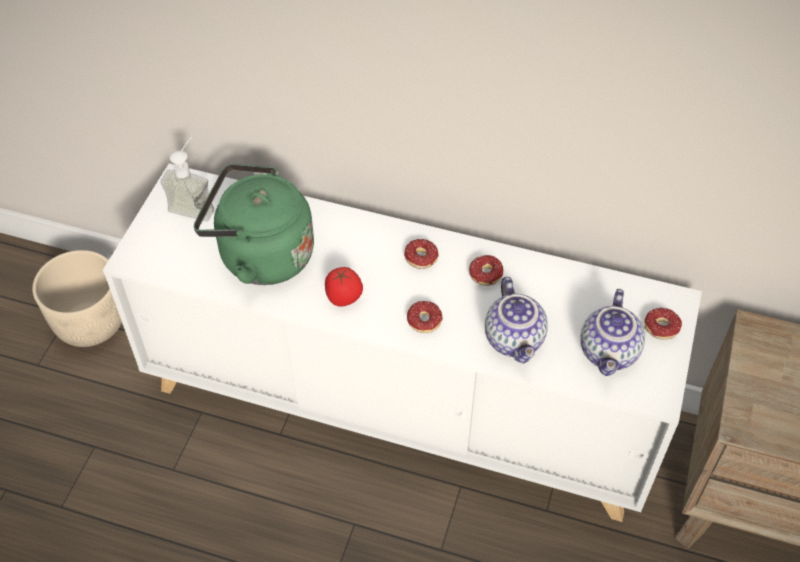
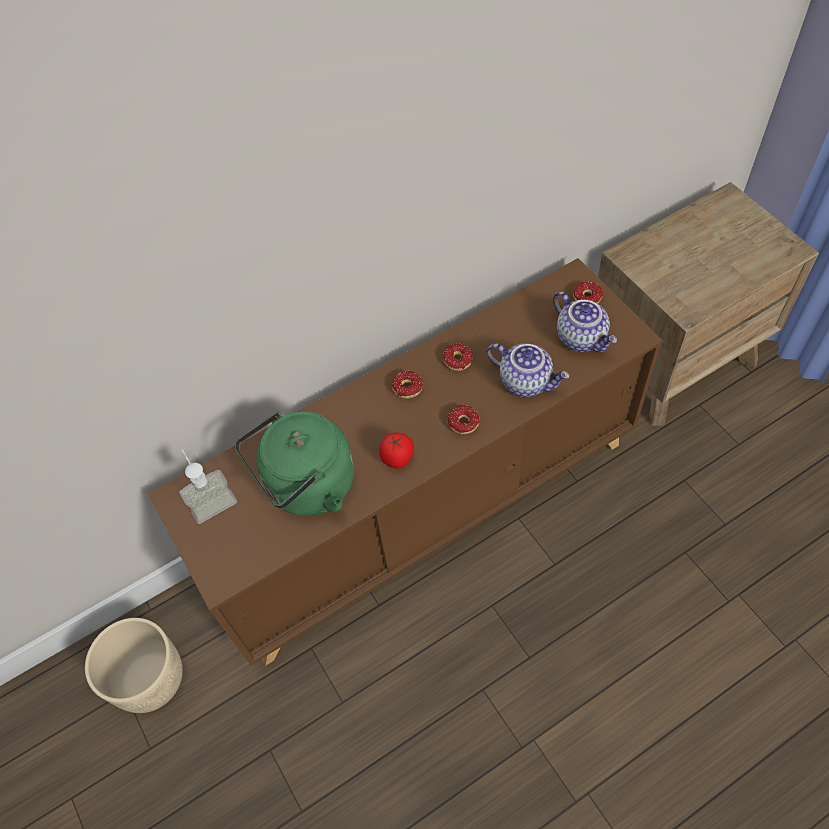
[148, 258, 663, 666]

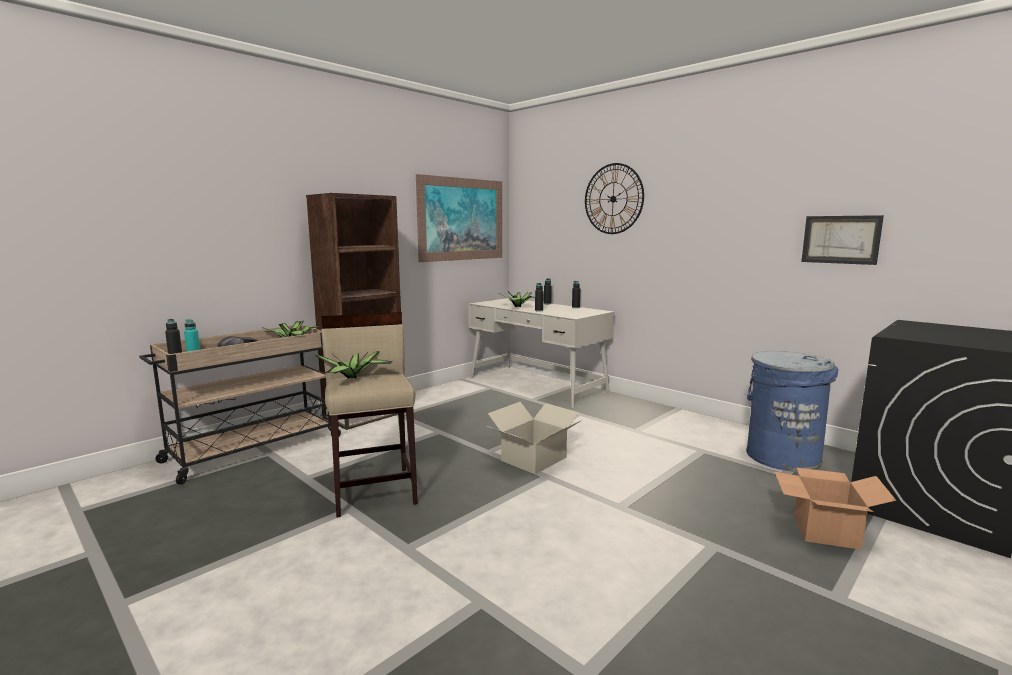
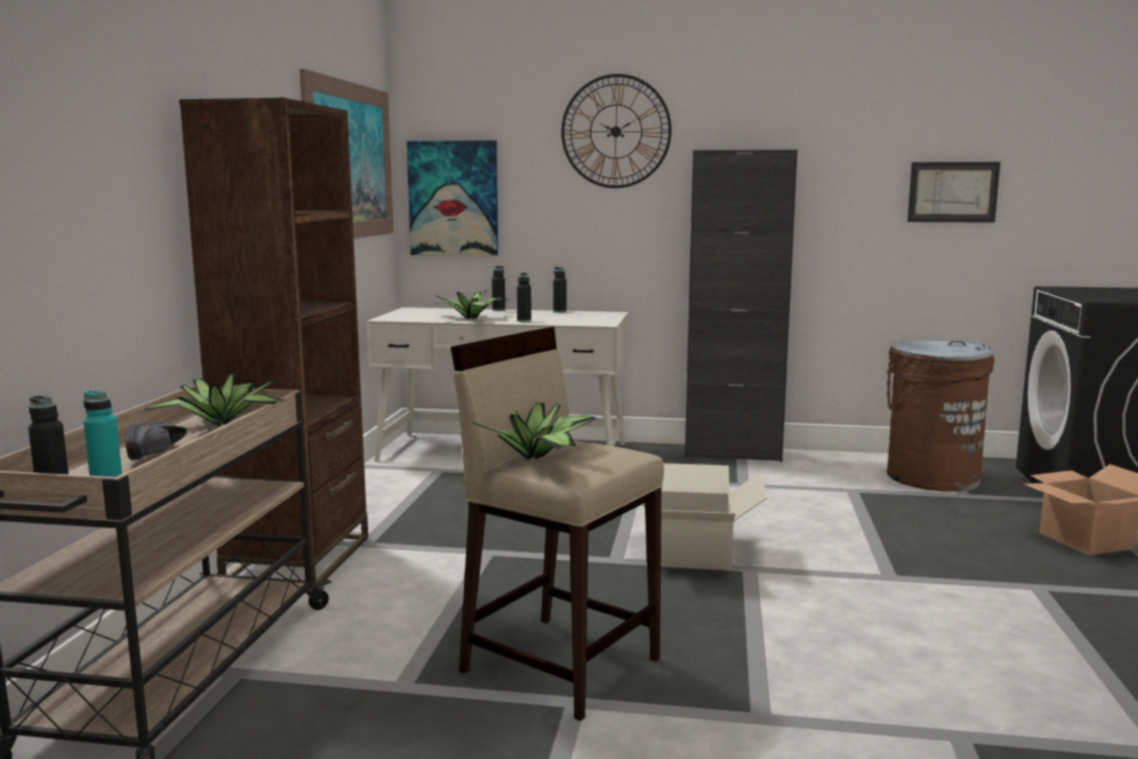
[407, 140, 498, 256]
[685, 149, 798, 462]
[887, 340, 995, 492]

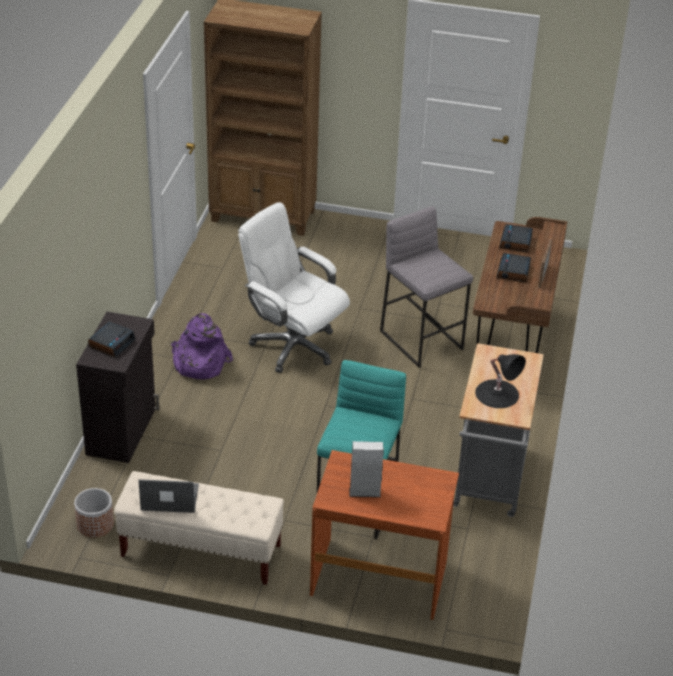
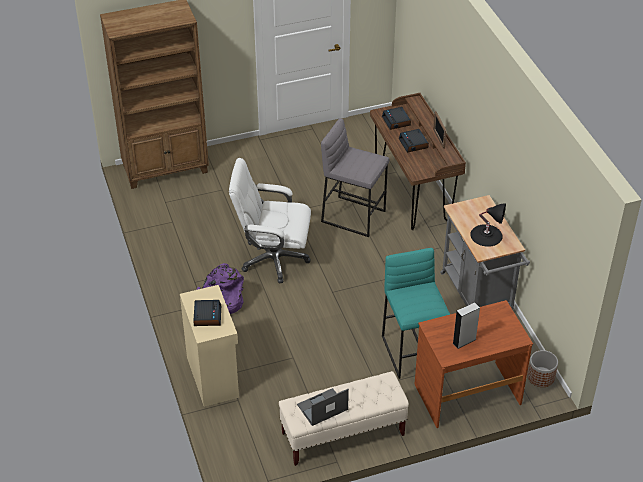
[180, 285, 239, 407]
[527, 350, 558, 387]

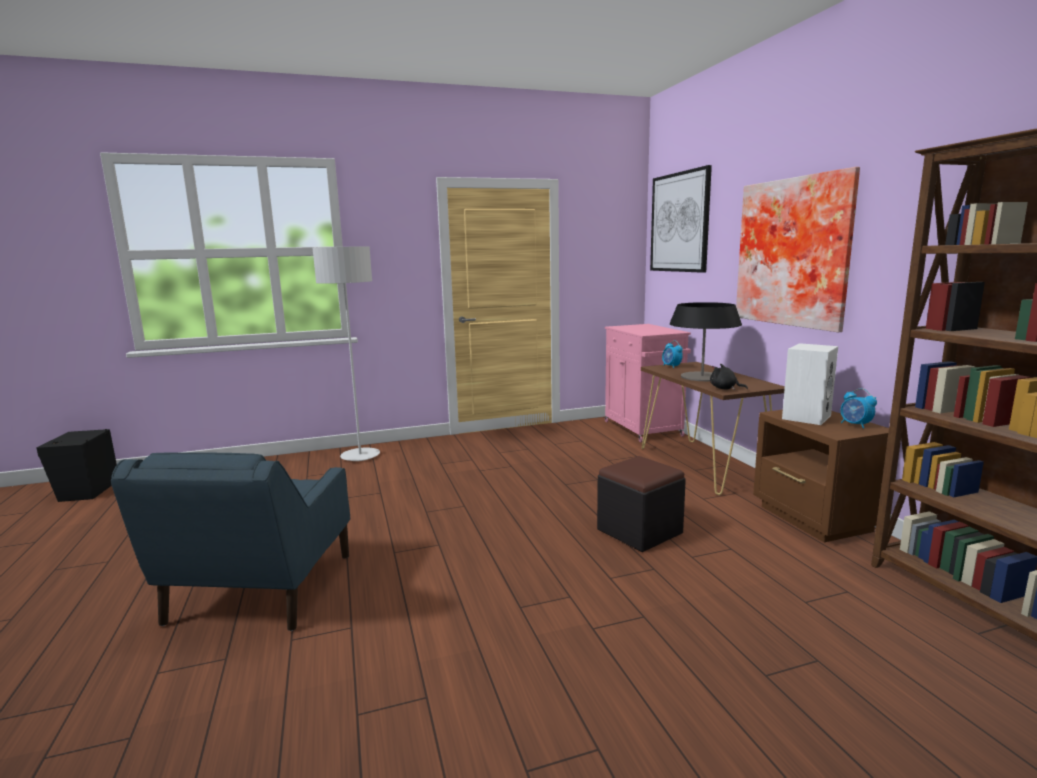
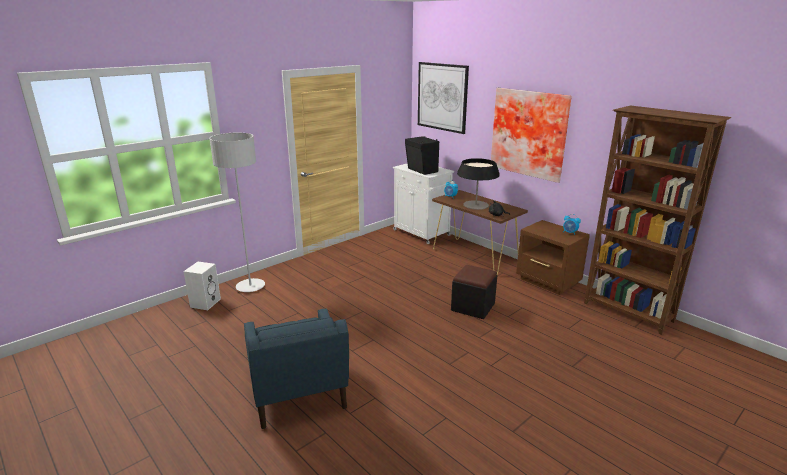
[183, 262, 221, 310]
[393, 163, 455, 244]
[405, 136, 439, 175]

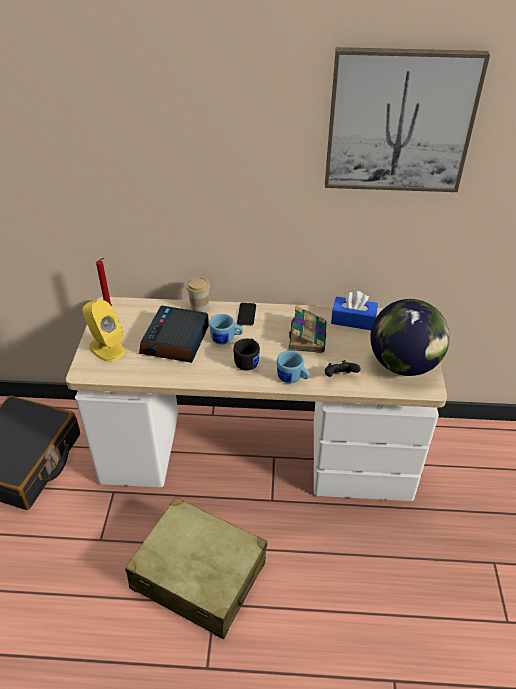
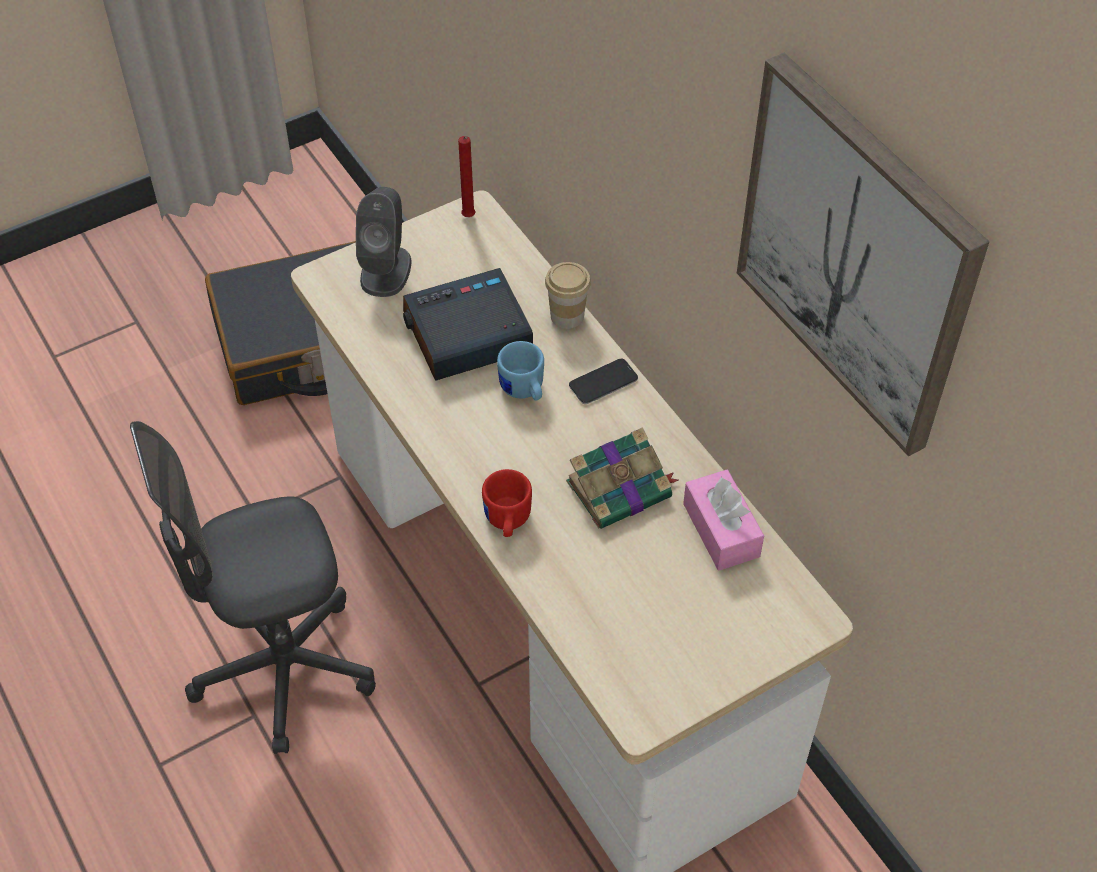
[130, 421, 376, 754]
[356, 187, 411, 297]
[482, 469, 532, 537]
[683, 470, 764, 570]
[233, 339, 260, 371] (first image)
[325, 360, 360, 377] (first image)
[370, 299, 450, 376] (first image)

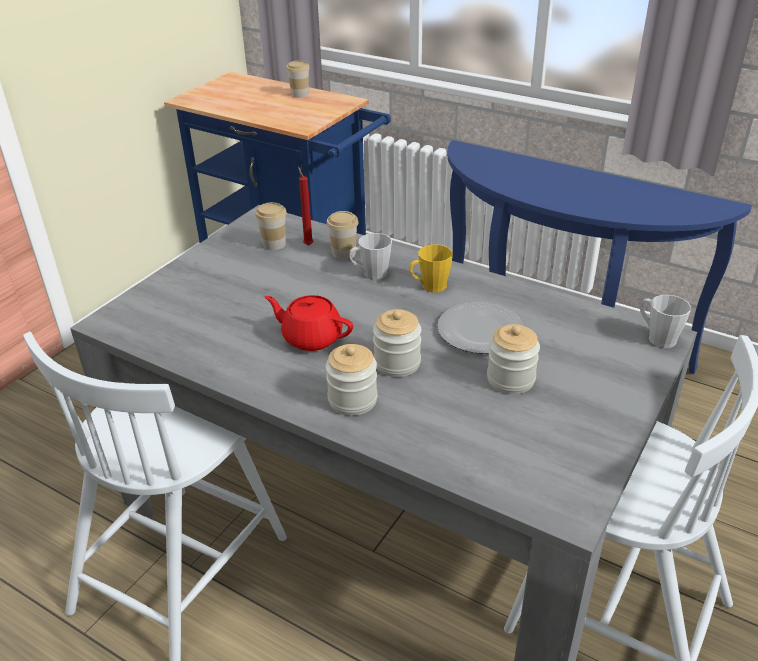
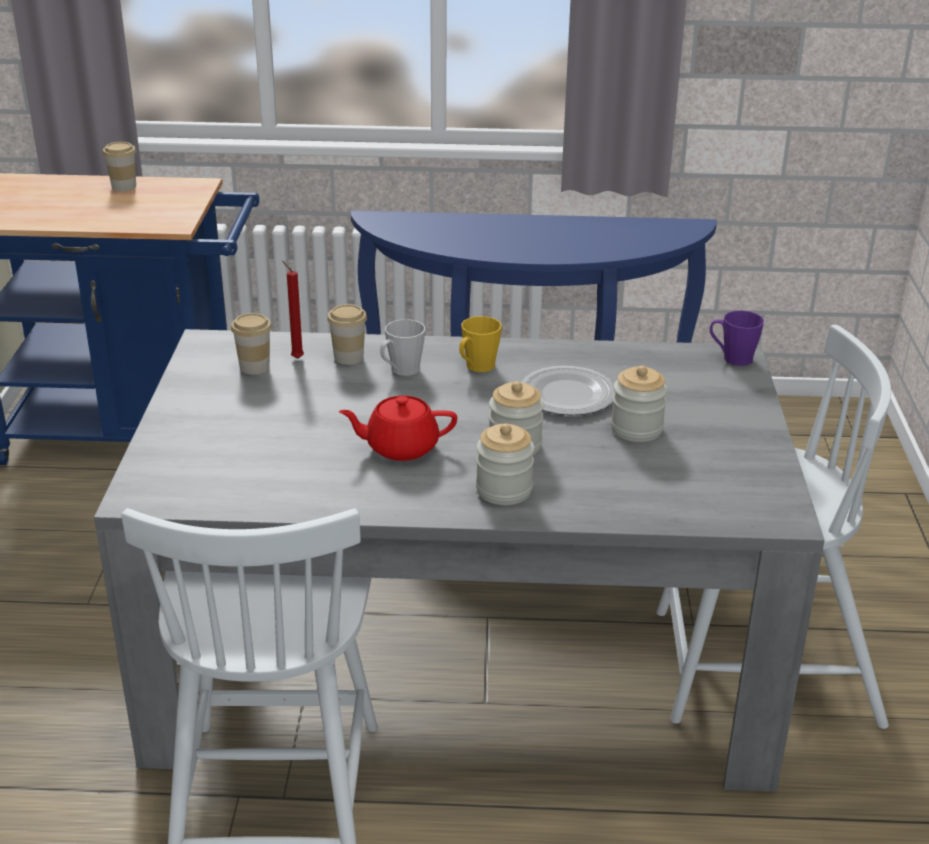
[710, 310, 764, 366]

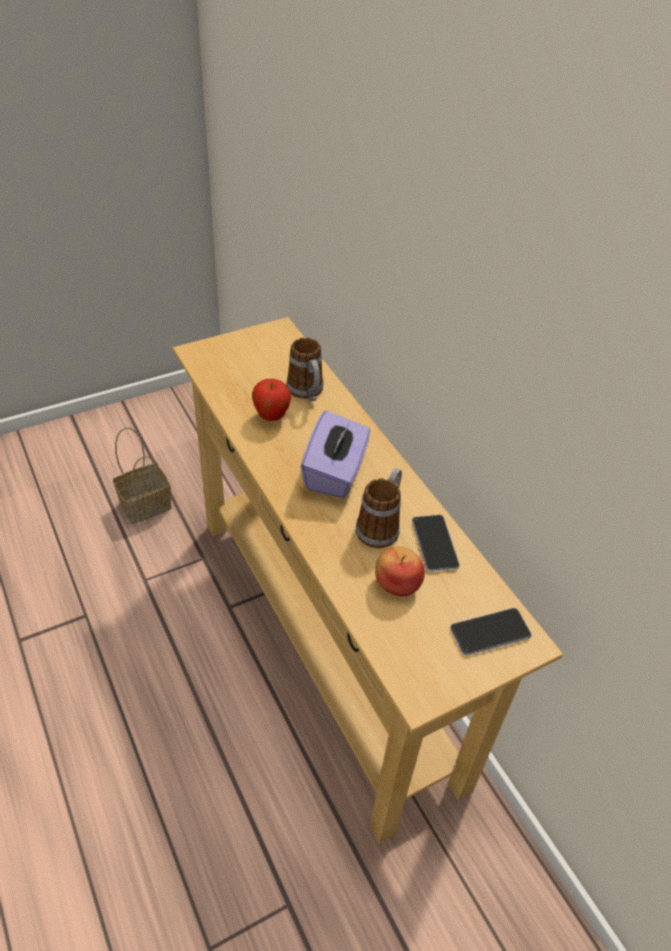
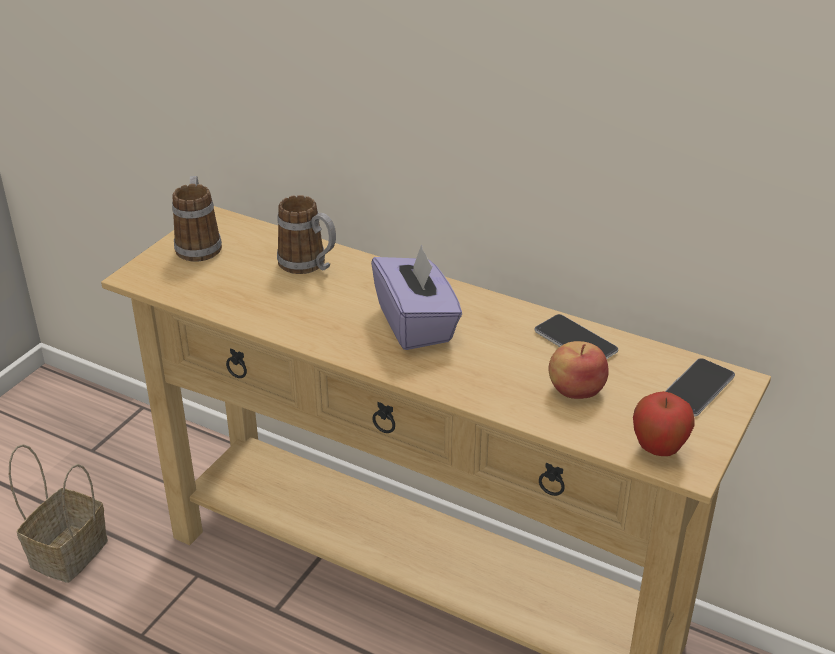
[172, 176, 222, 262]
[633, 391, 695, 456]

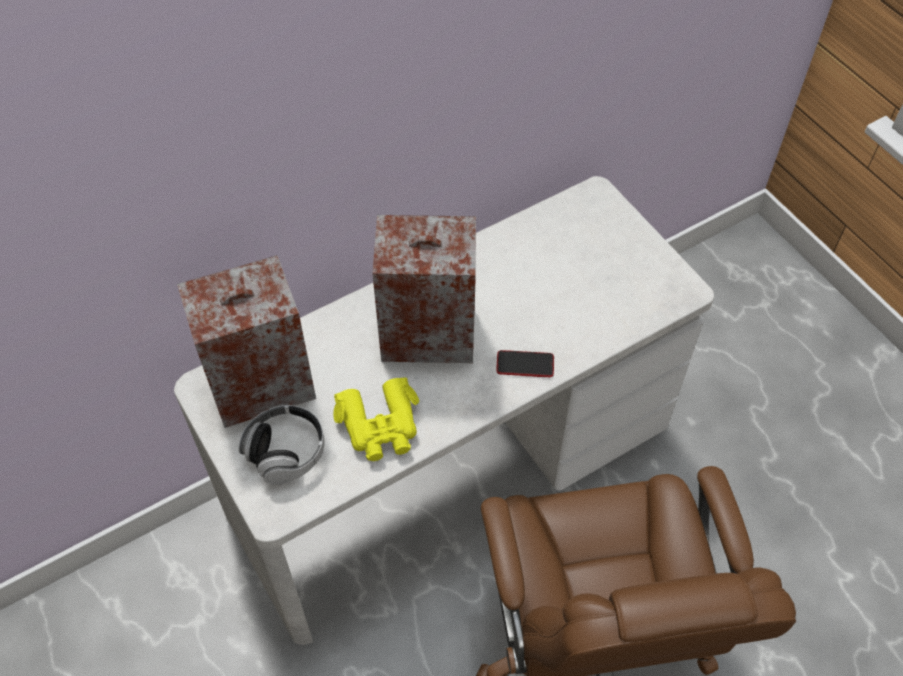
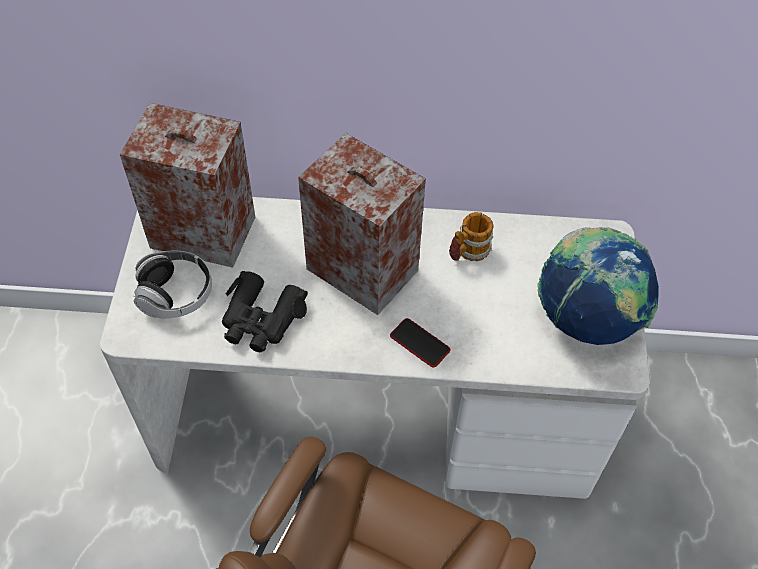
[222, 271, 308, 352]
[449, 212, 493, 261]
[537, 227, 659, 345]

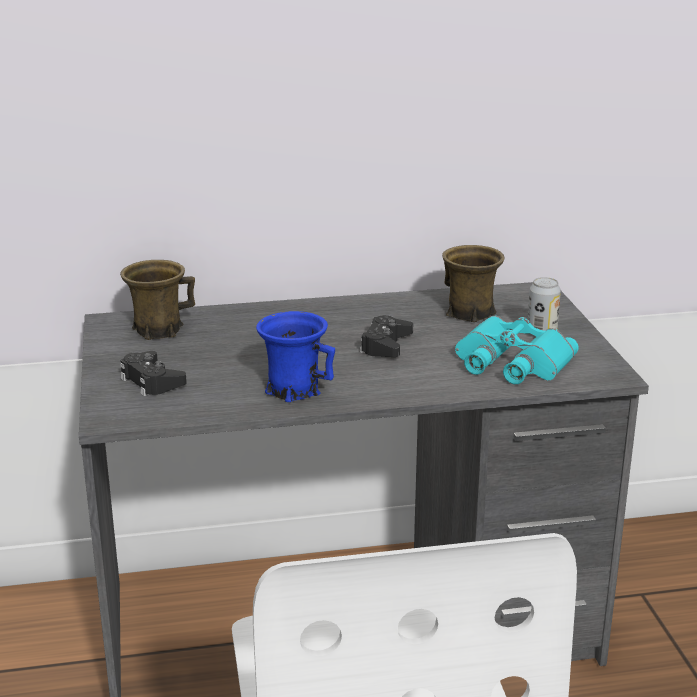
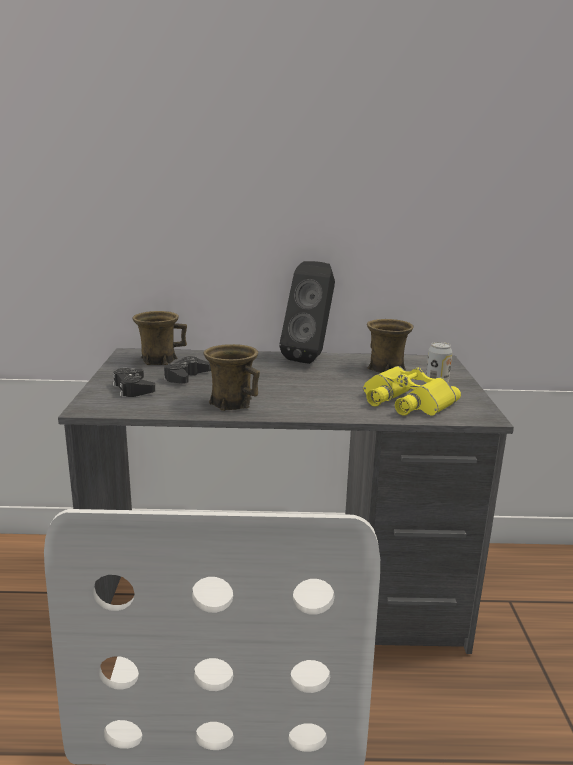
[164, 356, 211, 384]
[204, 344, 260, 411]
[280, 261, 335, 364]
[363, 366, 461, 416]

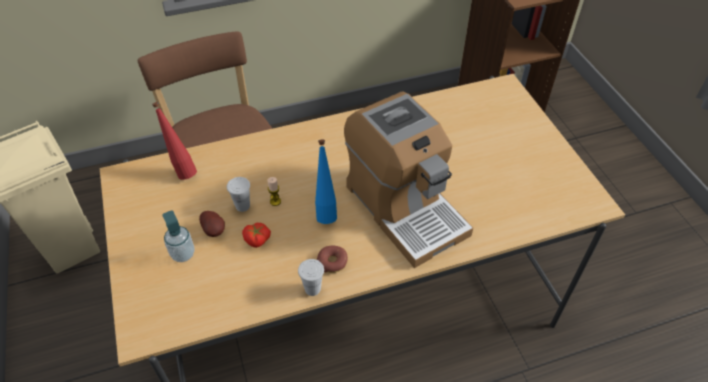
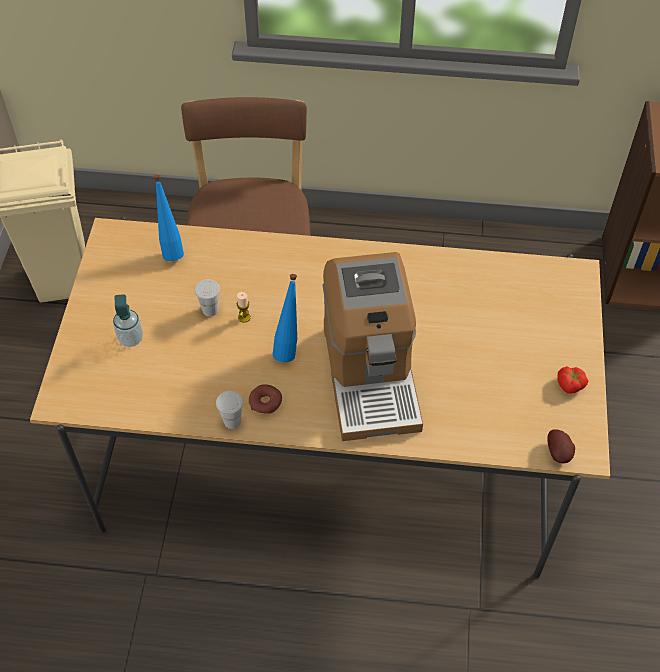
[153, 175, 184, 261]
[547, 429, 575, 463]
[558, 367, 588, 394]

